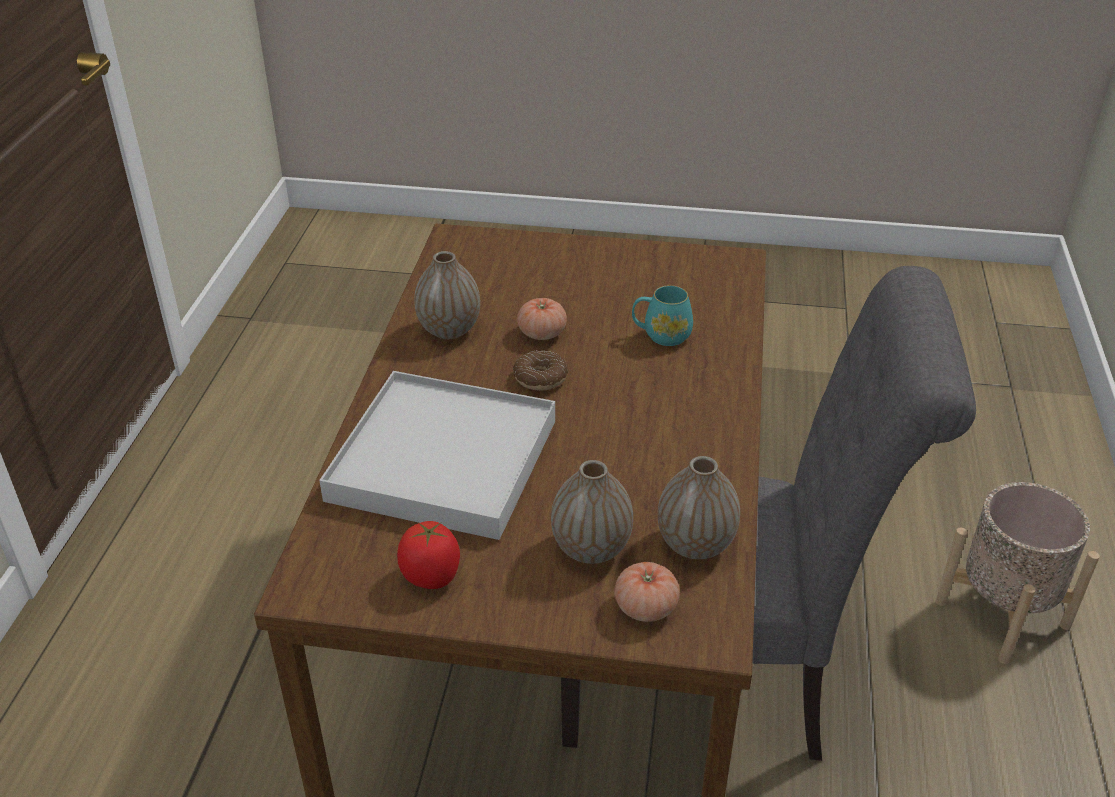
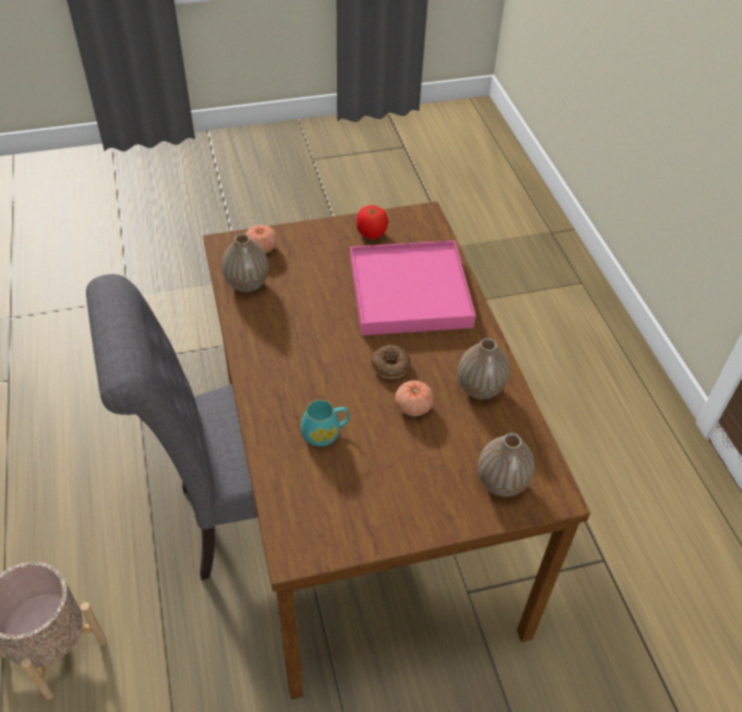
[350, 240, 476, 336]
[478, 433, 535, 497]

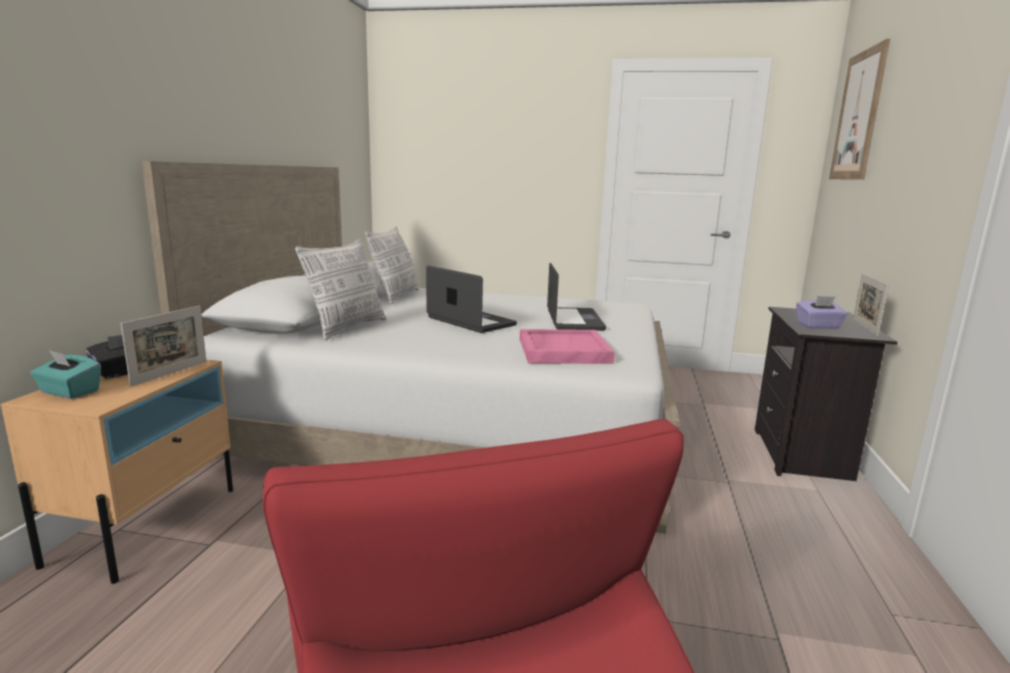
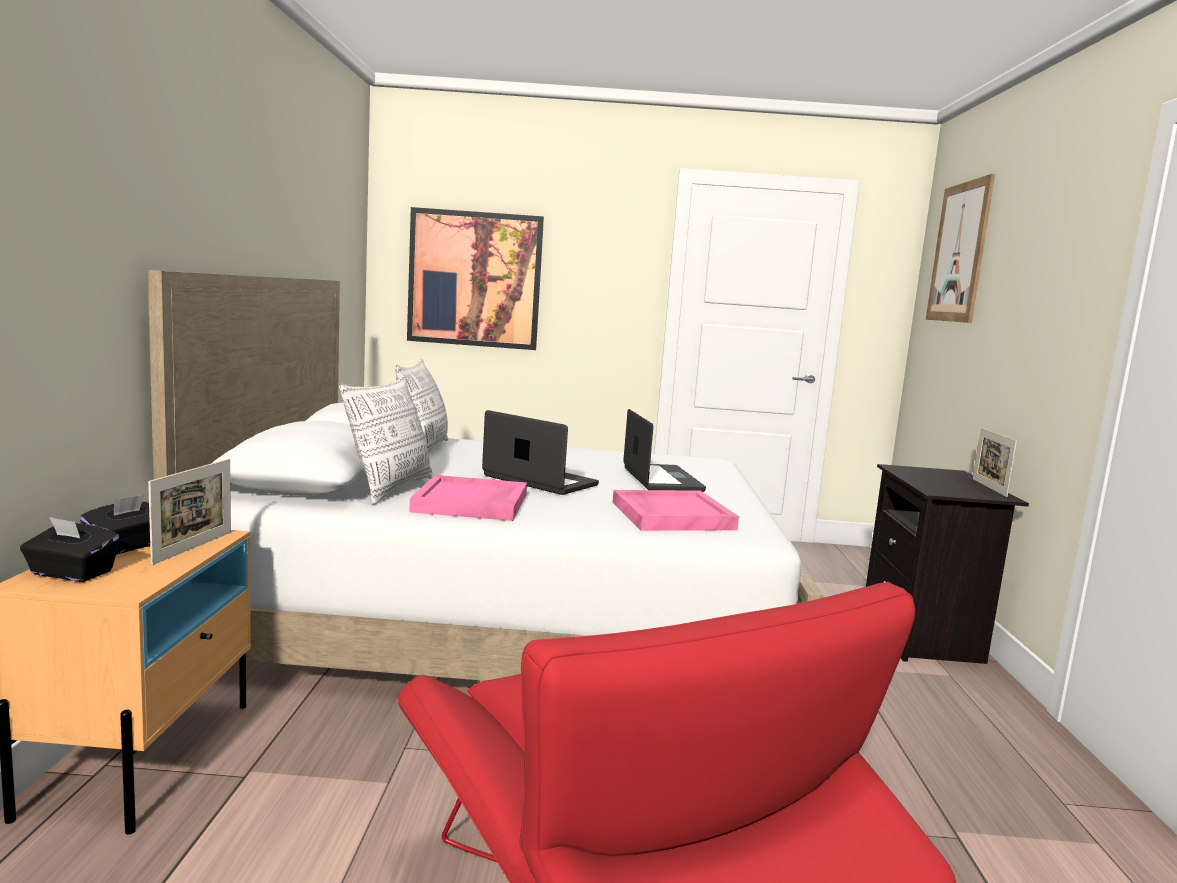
[20, 517, 120, 582]
[407, 207, 544, 350]
[409, 475, 527, 521]
[796, 296, 848, 329] (first image)

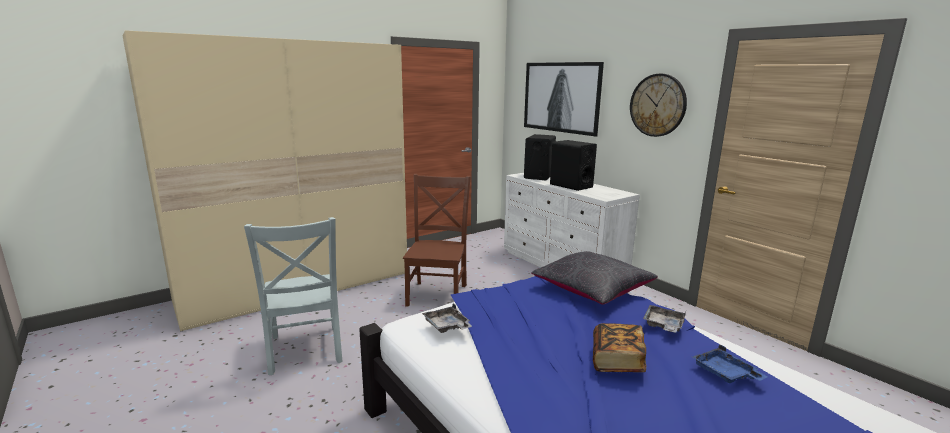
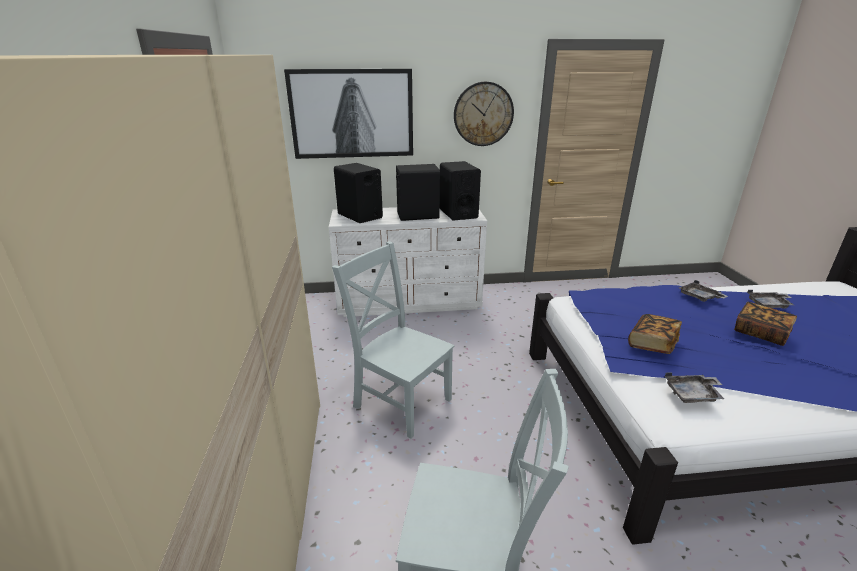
[332, 241, 455, 439]
[440, 161, 481, 221]
[628, 314, 682, 354]
[747, 290, 794, 309]
[531, 251, 658, 305] (first image)

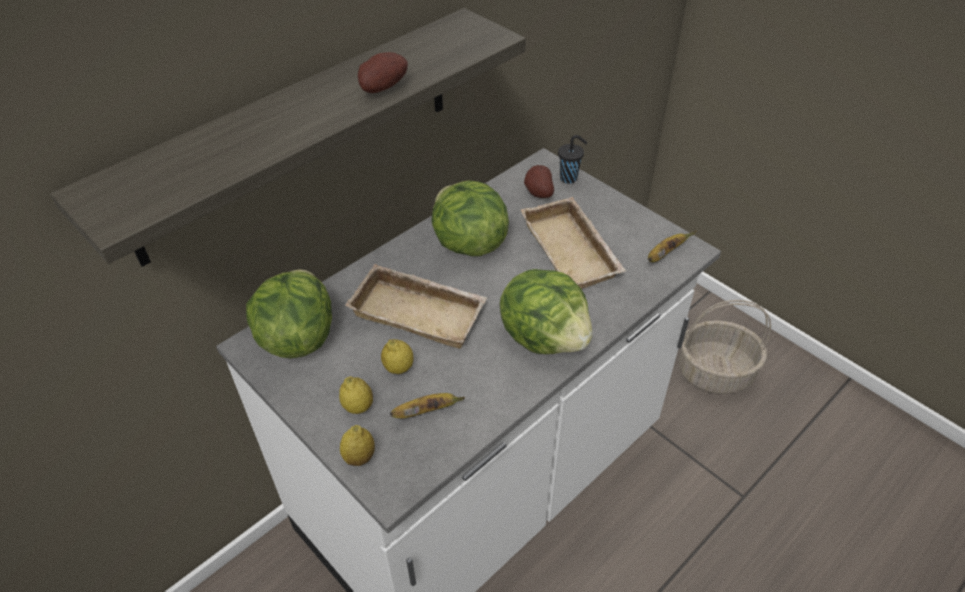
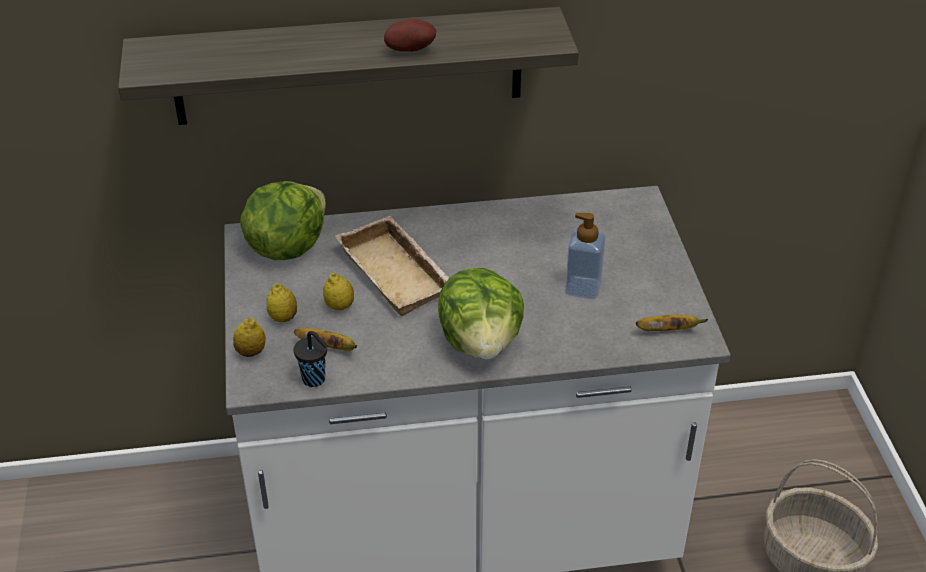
[294, 331, 327, 387]
[565, 213, 606, 299]
[431, 181, 509, 256] (first image)
[524, 165, 554, 198] (first image)

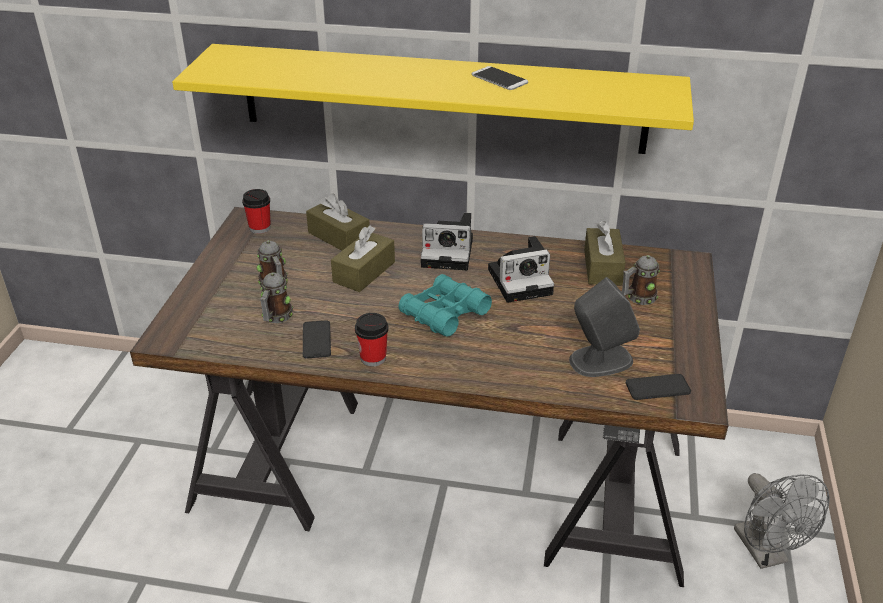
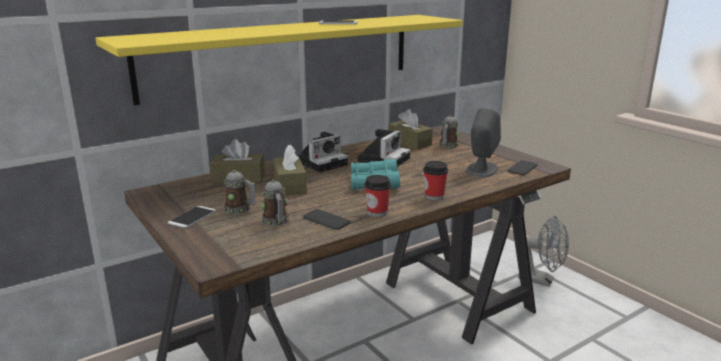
[168, 206, 216, 228]
[423, 161, 448, 201]

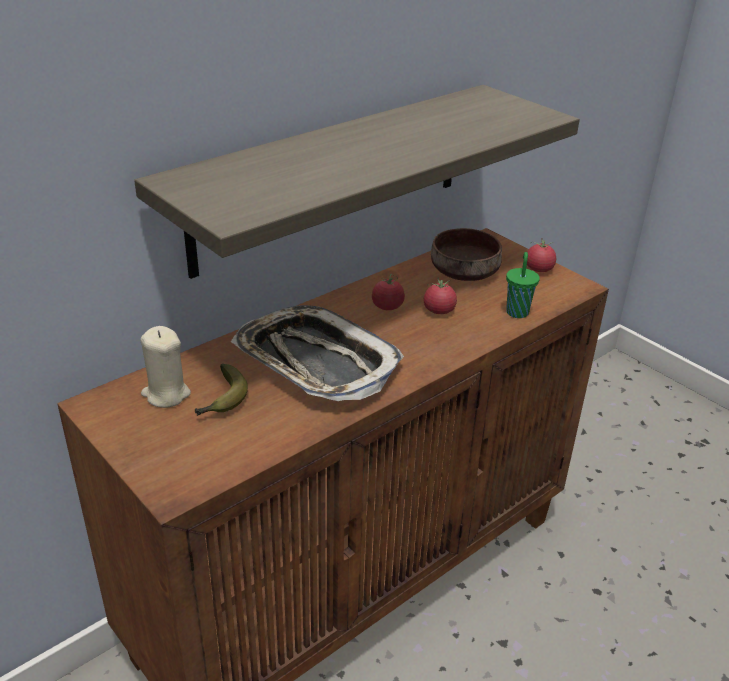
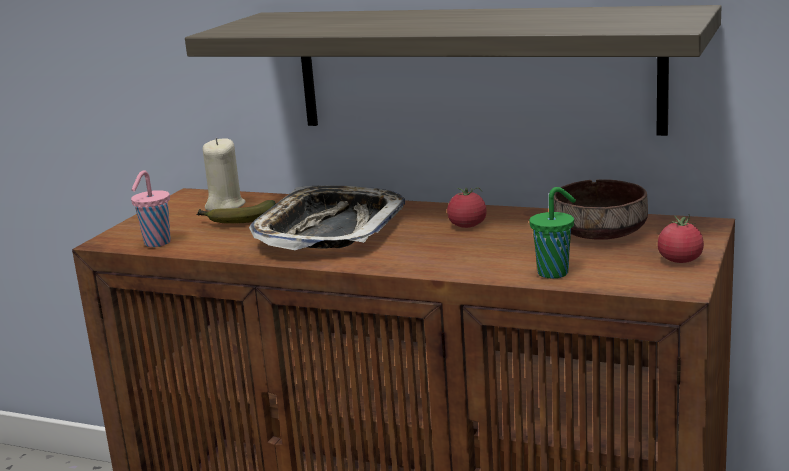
[131, 170, 171, 247]
[424, 277, 457, 314] (first image)

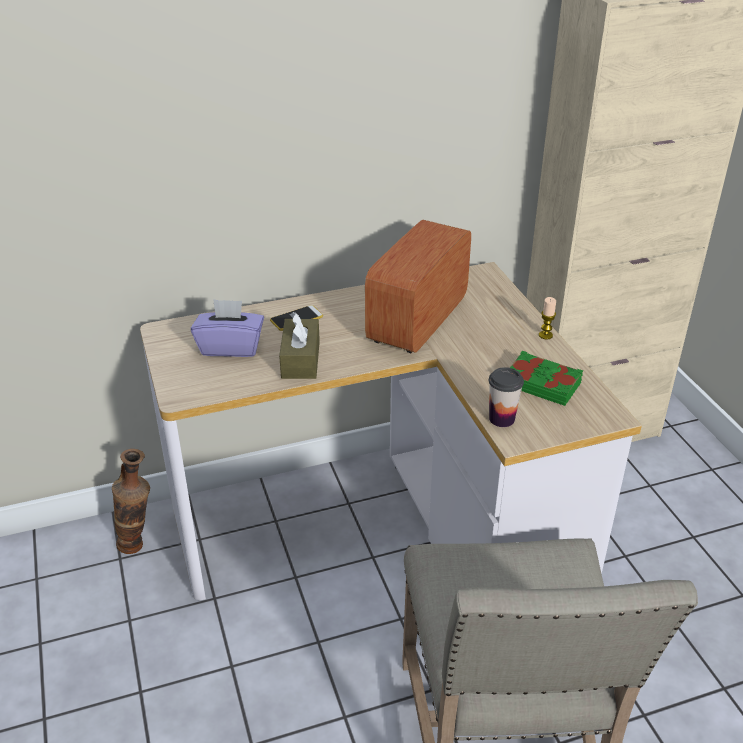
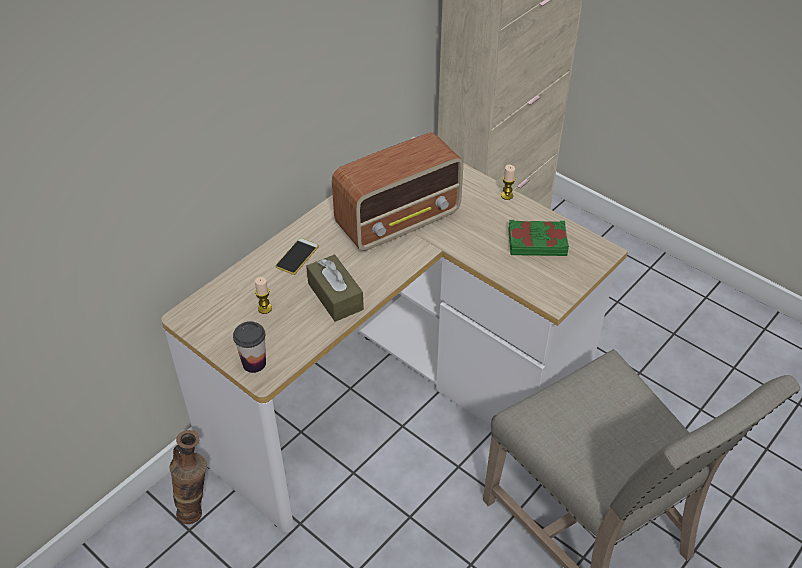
[233, 321, 266, 373]
[255, 277, 272, 314]
[332, 133, 463, 251]

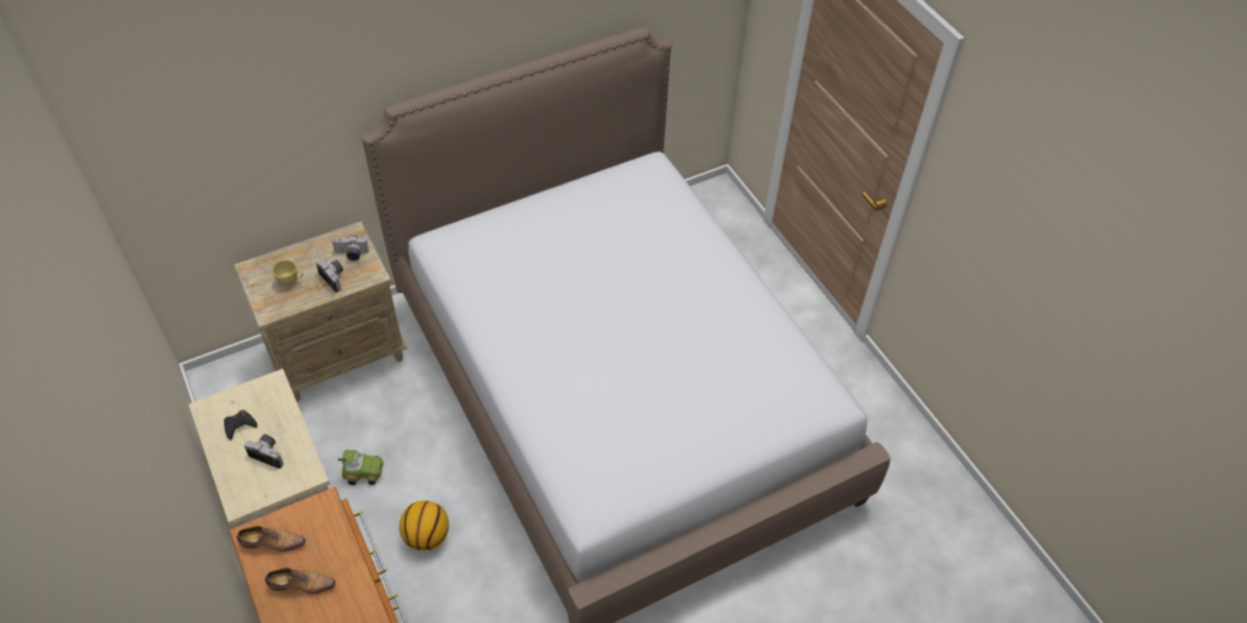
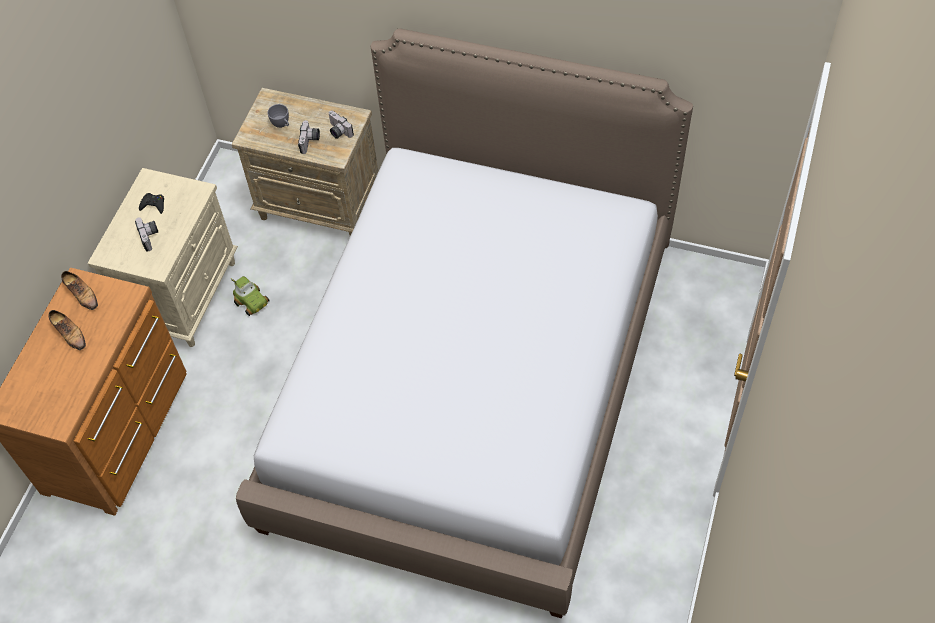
[267, 104, 289, 128]
[399, 500, 449, 551] (first image)

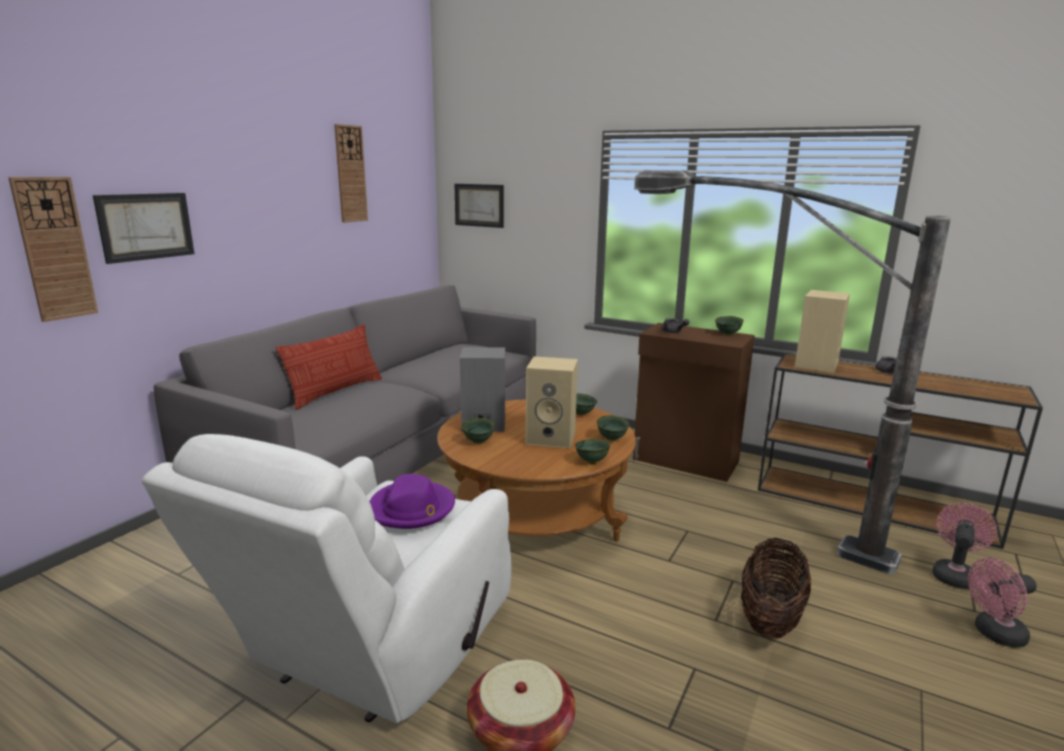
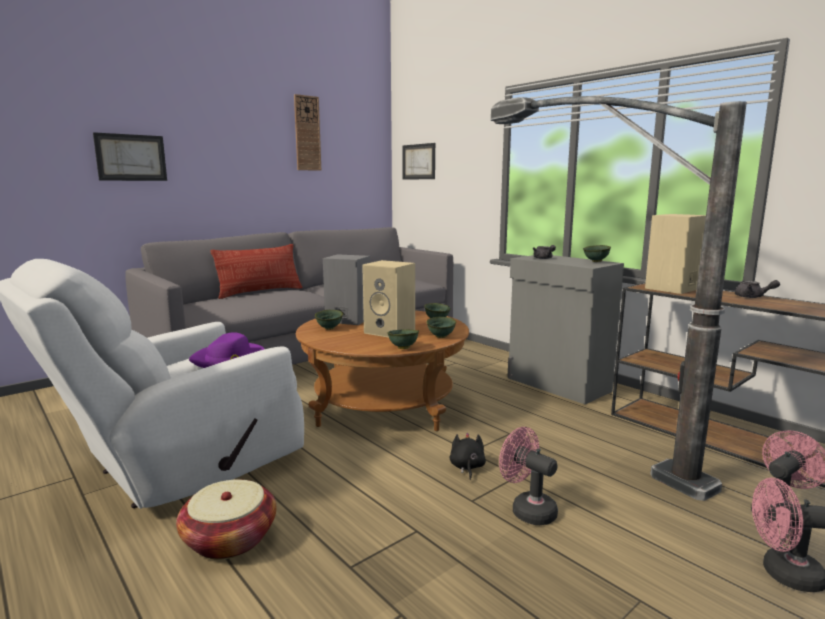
[450, 432, 486, 480]
[499, 427, 558, 525]
[507, 255, 624, 404]
[8, 177, 98, 322] (first image)

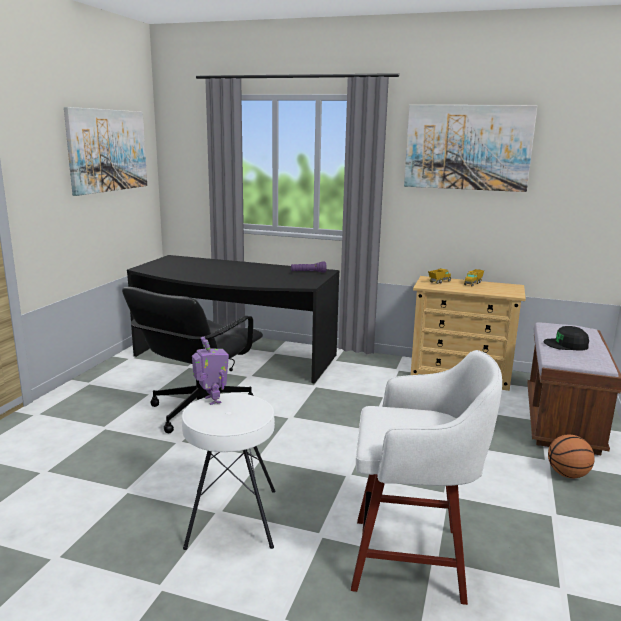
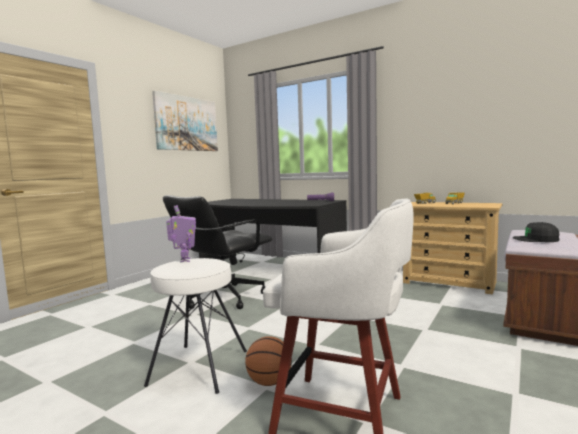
[245, 336, 292, 386]
[404, 105, 537, 192] (first image)

